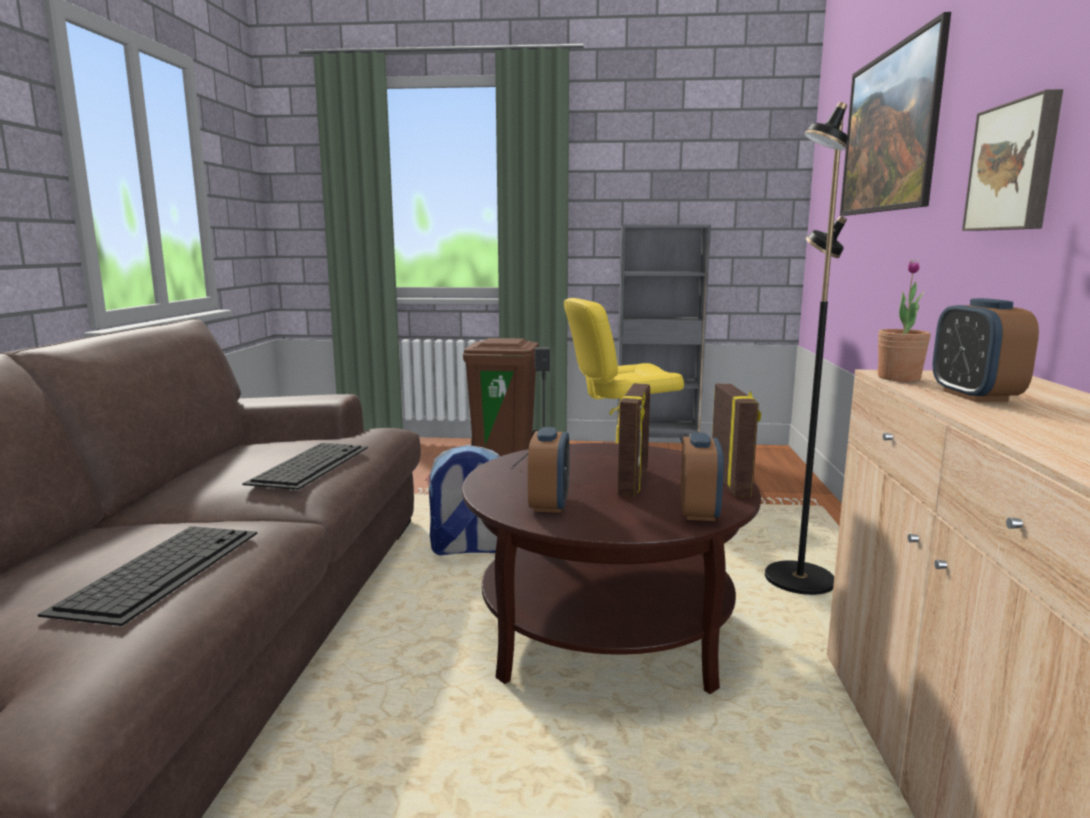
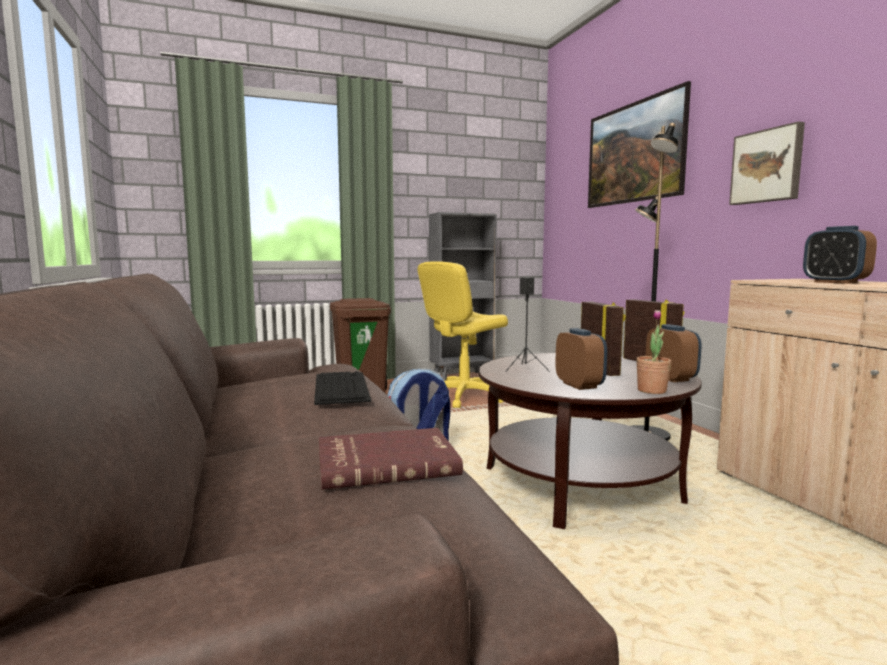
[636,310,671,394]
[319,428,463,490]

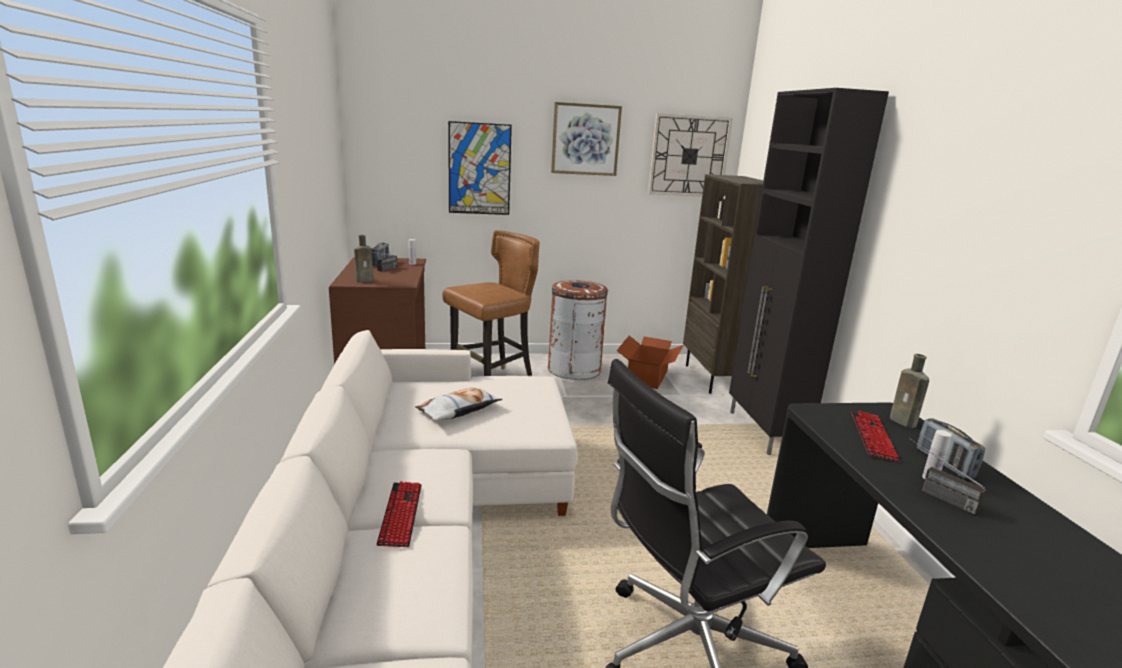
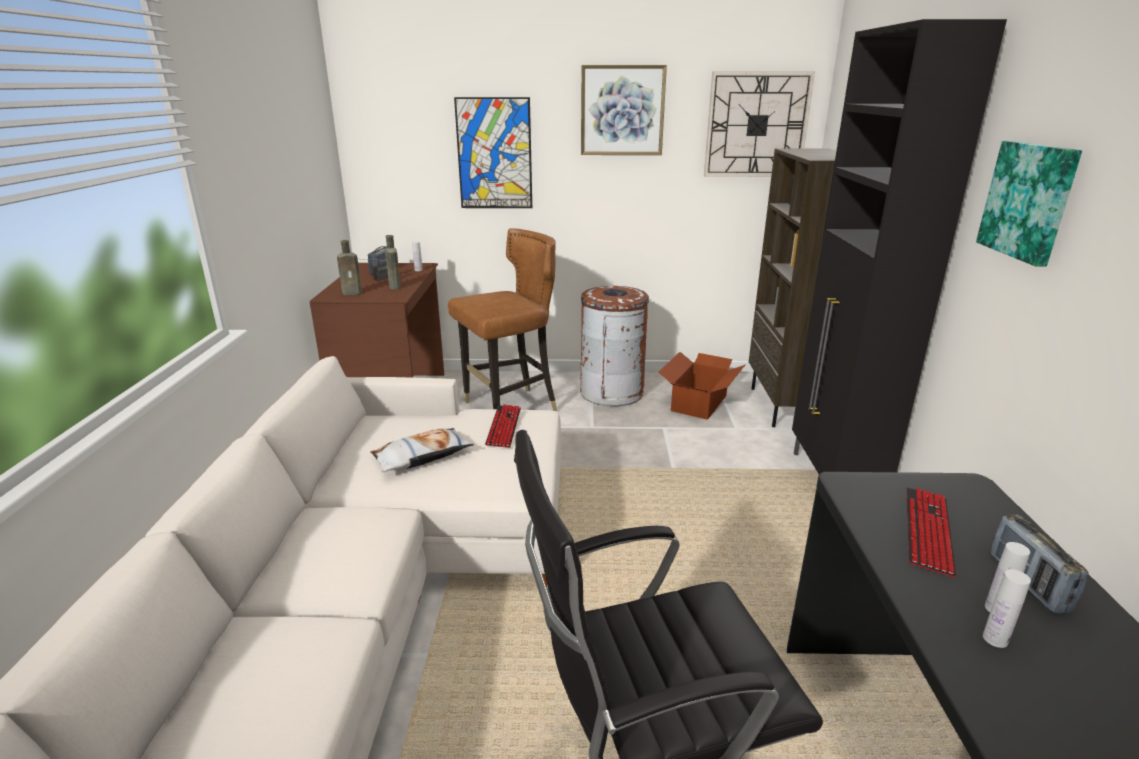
[976,141,1082,267]
[485,404,521,448]
[385,235,400,290]
[983,569,1031,648]

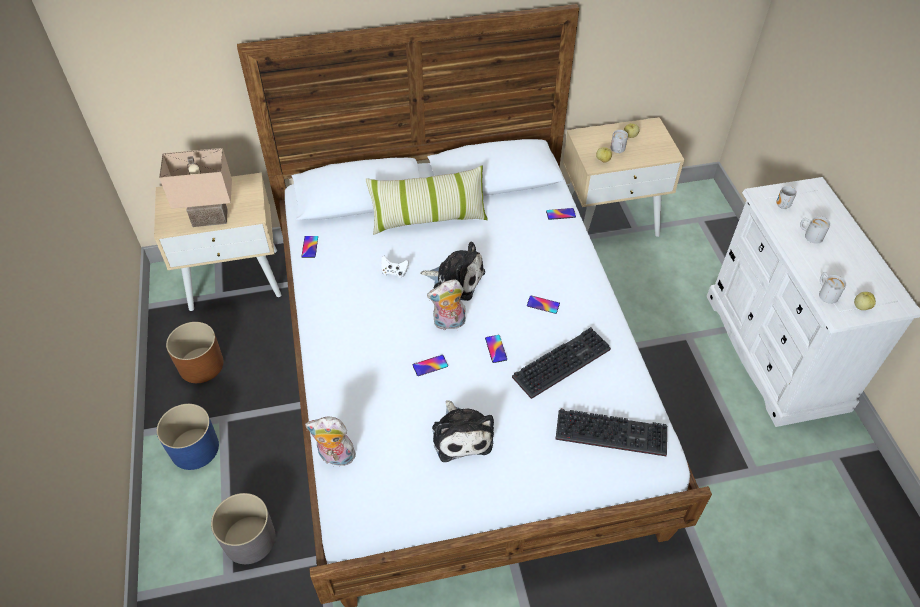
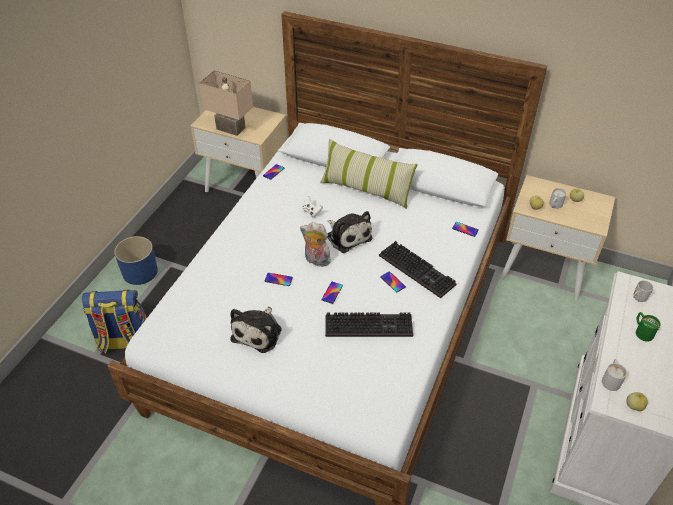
[166,322,224,383] (first image)
[305,417,356,466] (first image)
[379,241,457,298]
[82,290,147,353]
[636,312,660,341]

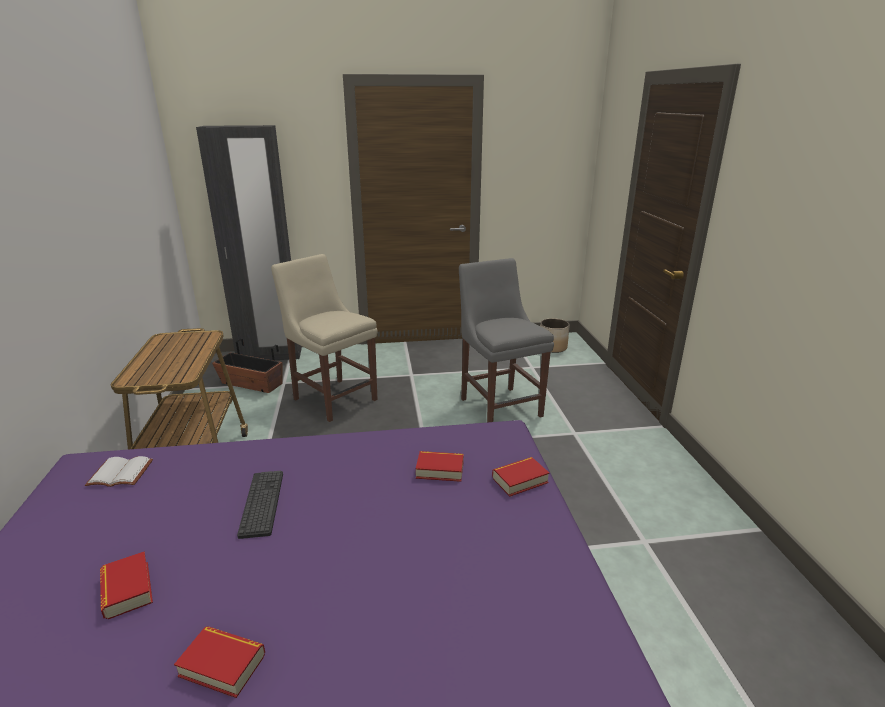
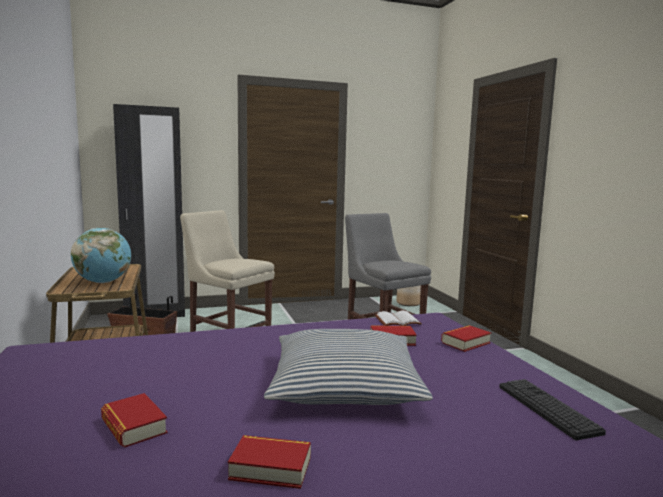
[71,228,131,283]
[264,329,433,405]
[375,311,422,326]
[499,379,606,440]

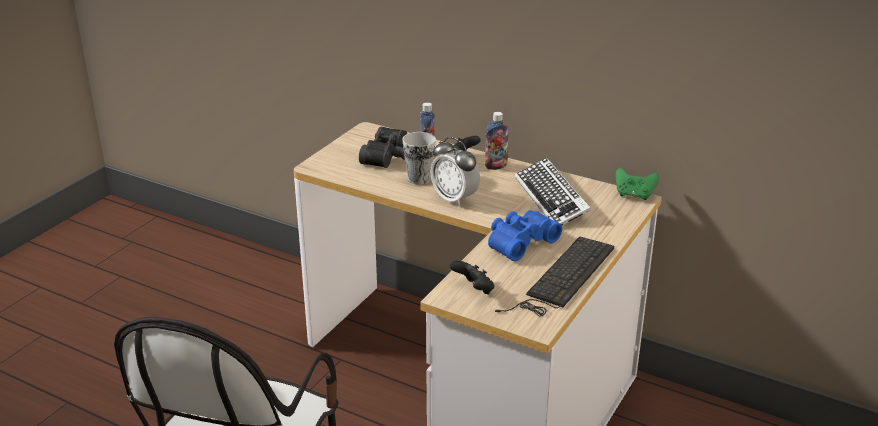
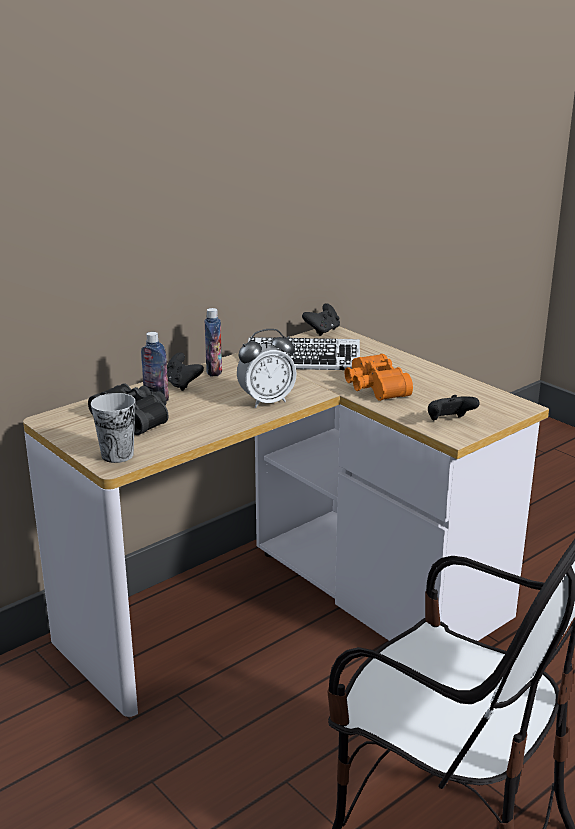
[495,237,614,317] (first image)
[91,393,135,463]
[345,354,413,401]
[302,303,340,336]

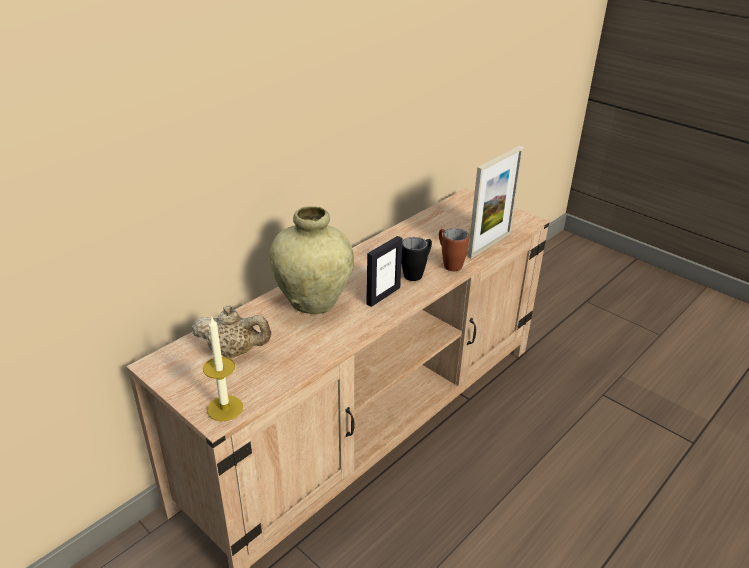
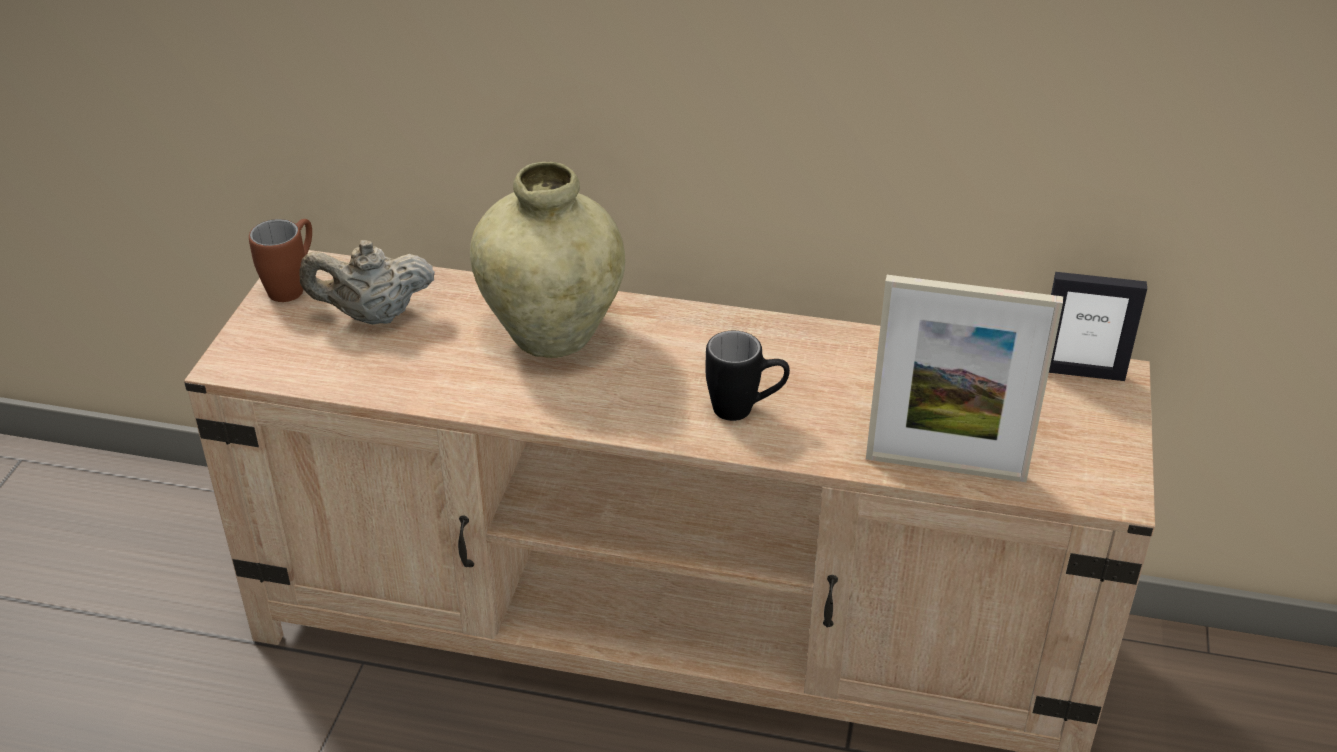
[203,316,243,421] (first image)
[1049,272,1147,381]
[249,219,312,302]
[299,240,435,325]

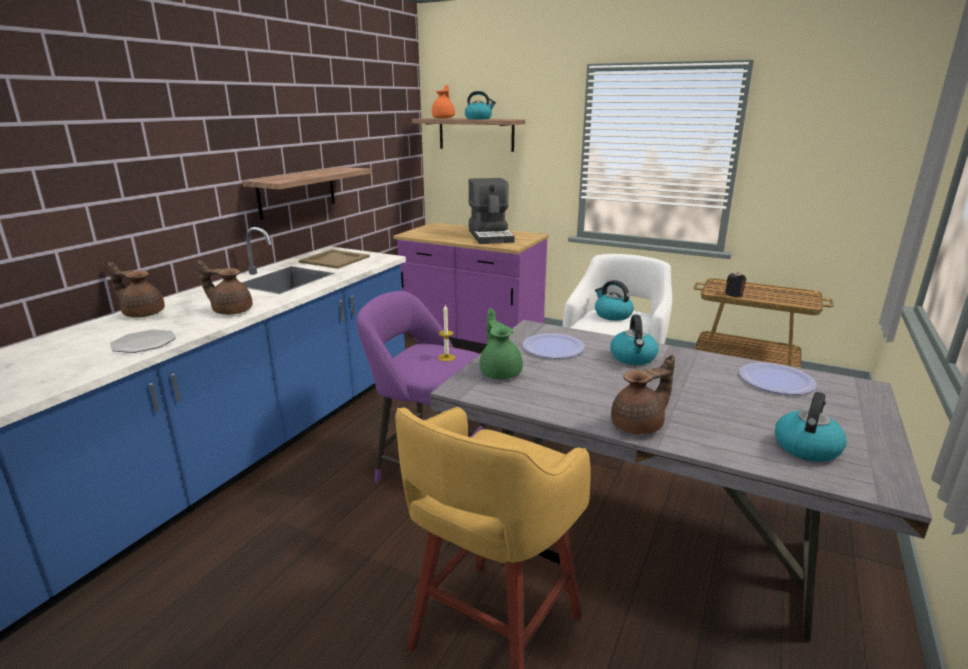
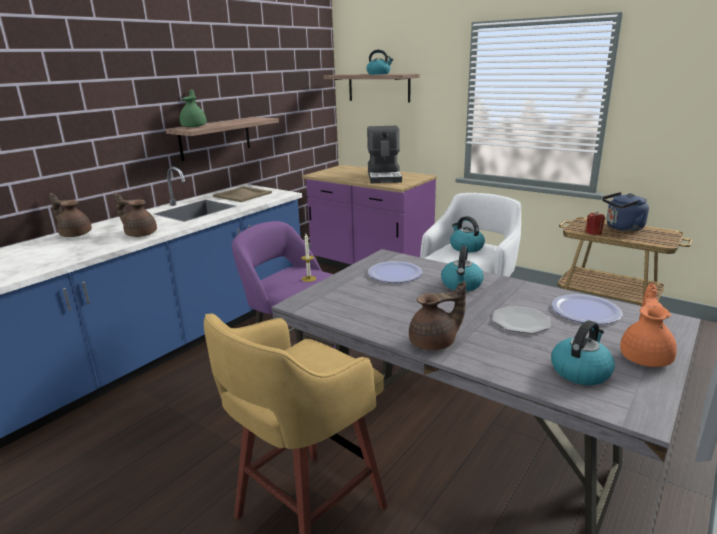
[602,192,649,231]
[492,306,551,334]
[620,283,677,367]
[180,89,207,127]
[585,211,605,235]

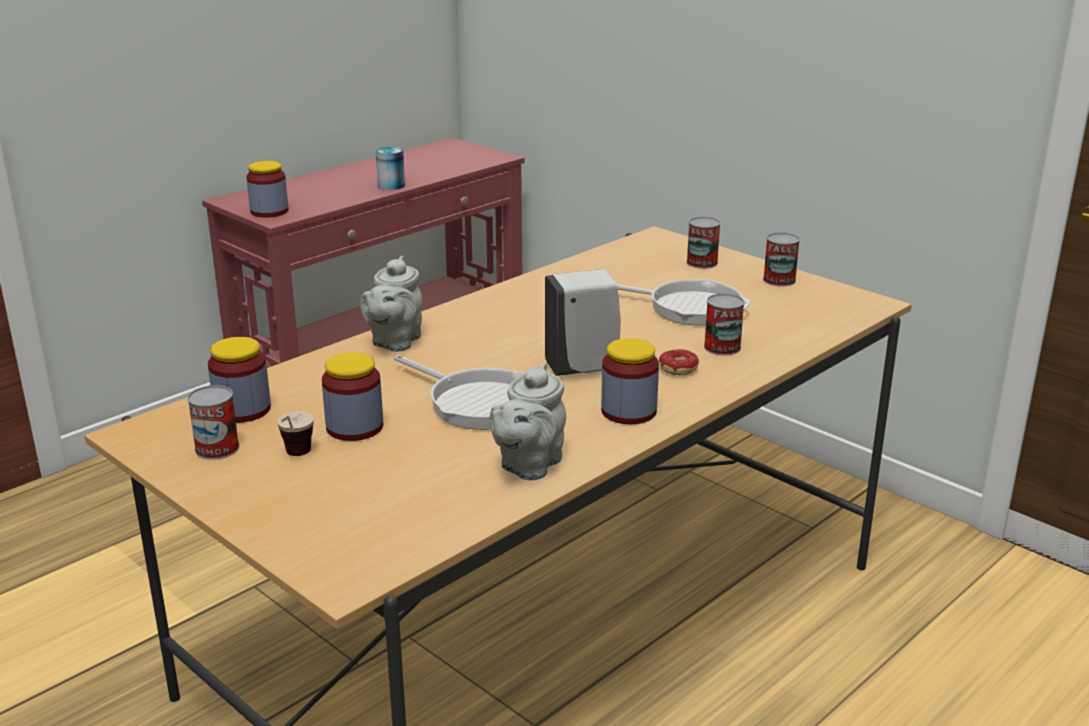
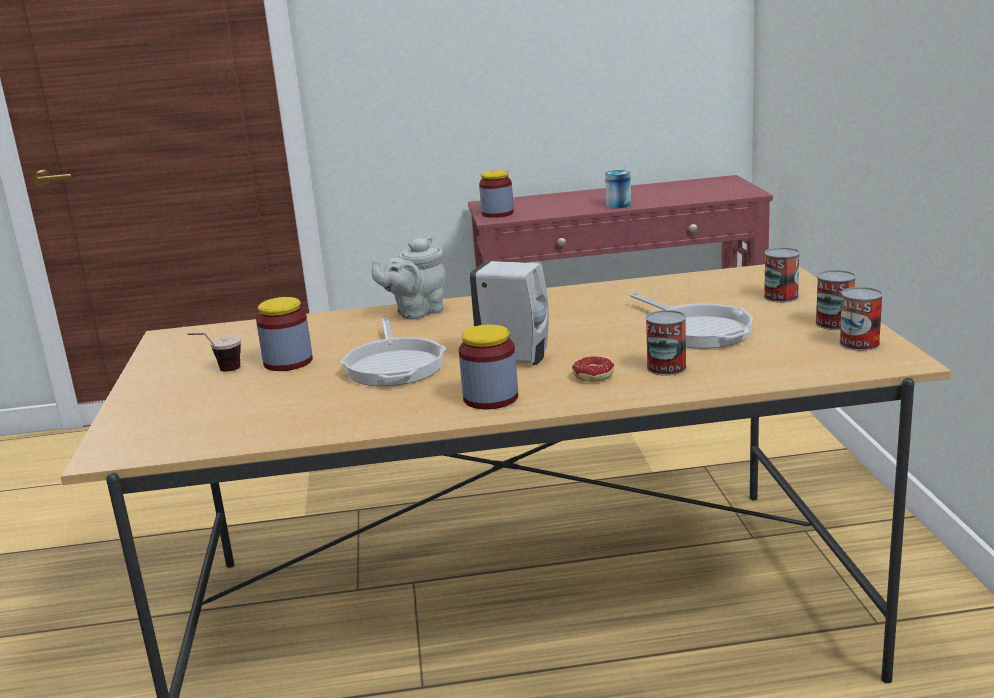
[208,337,271,423] (first image)
[489,363,566,480] (first image)
[839,287,883,351]

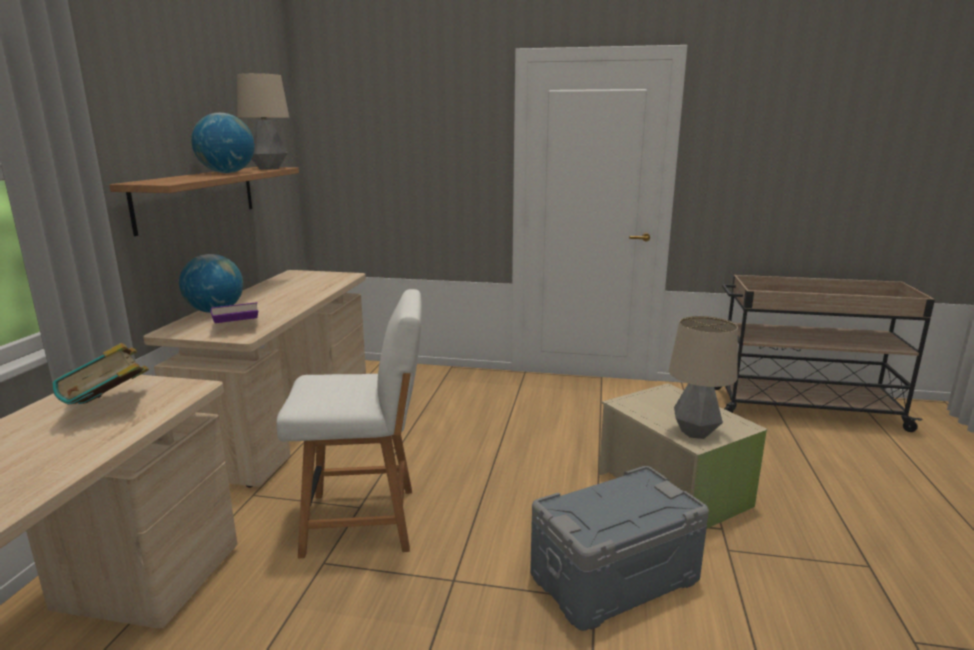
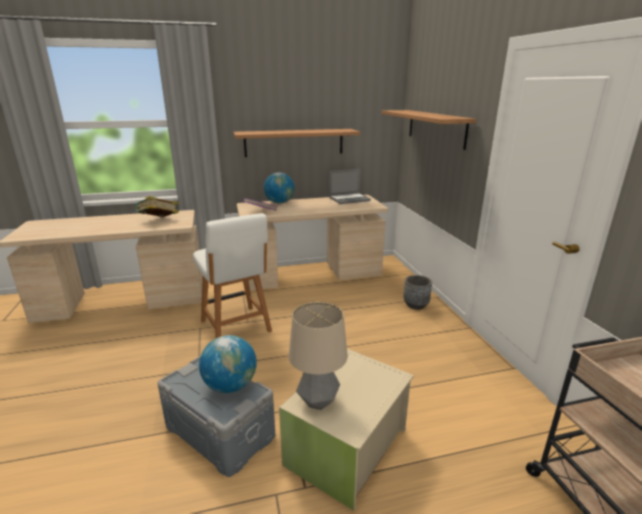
[237,73,289,170] (first image)
[329,169,371,204]
[381,110,476,150]
[403,275,432,310]
[199,335,257,393]

